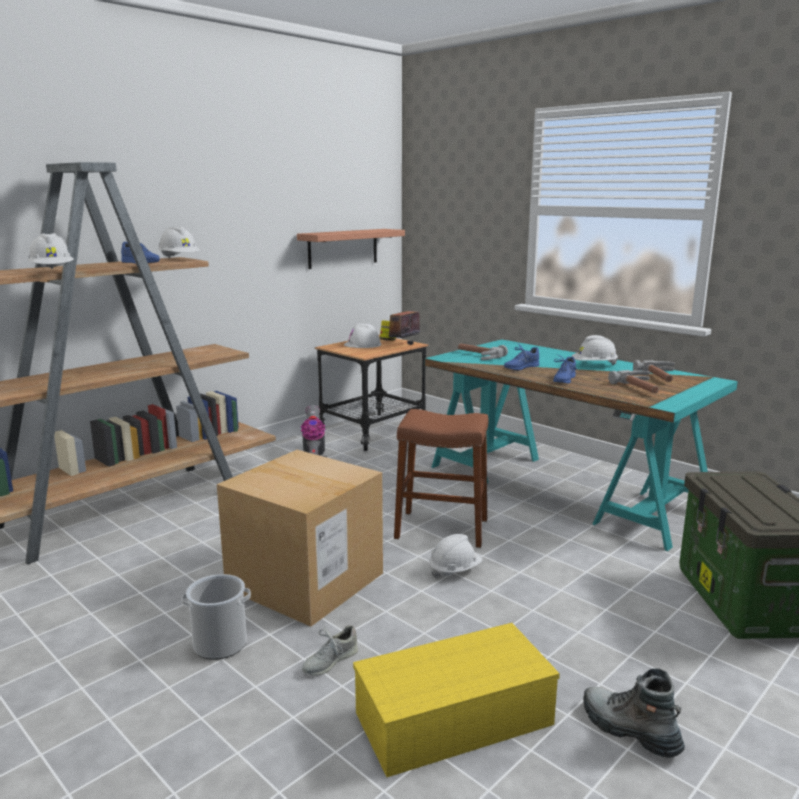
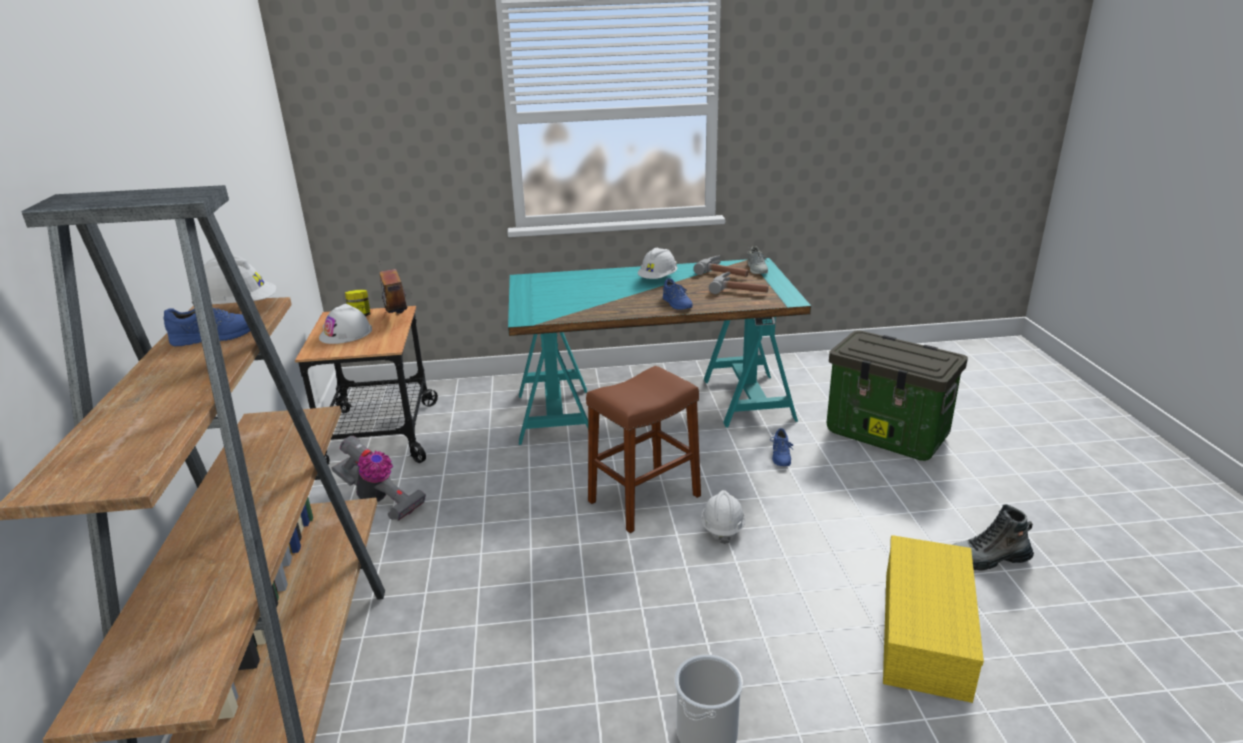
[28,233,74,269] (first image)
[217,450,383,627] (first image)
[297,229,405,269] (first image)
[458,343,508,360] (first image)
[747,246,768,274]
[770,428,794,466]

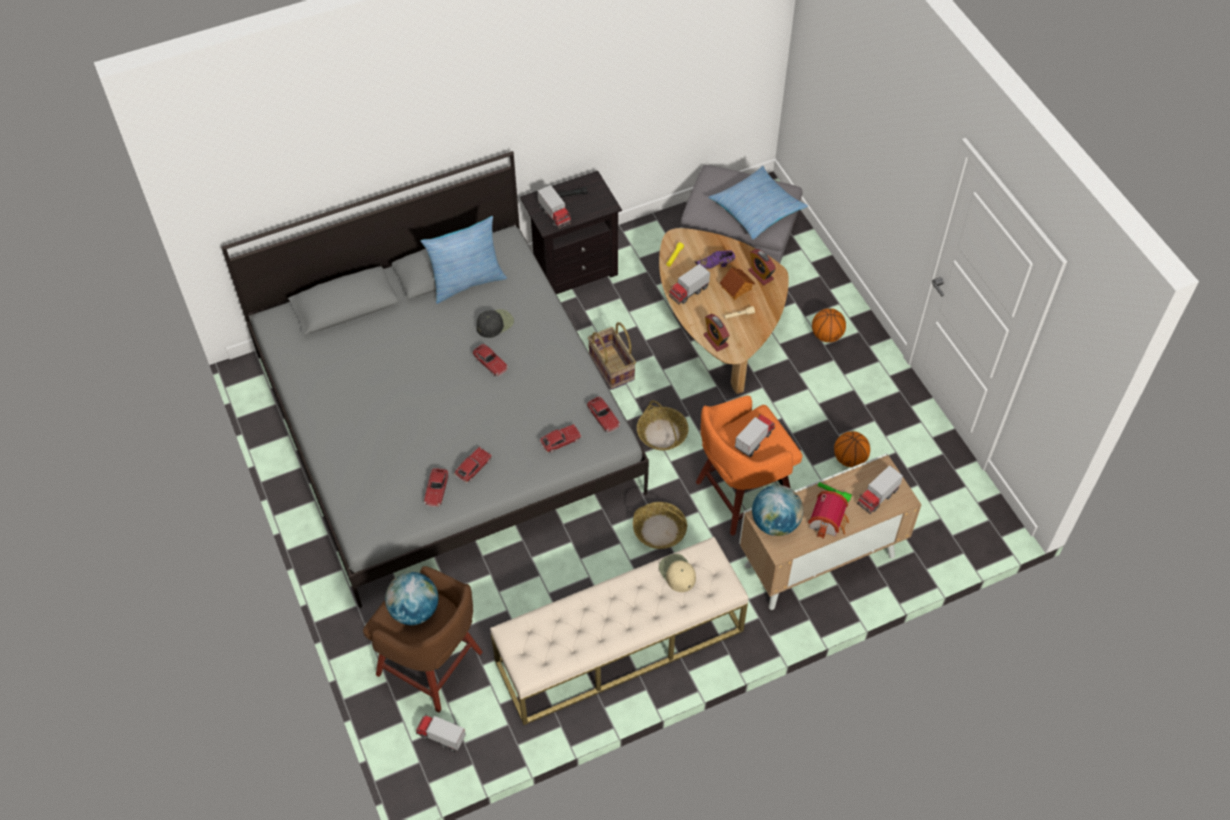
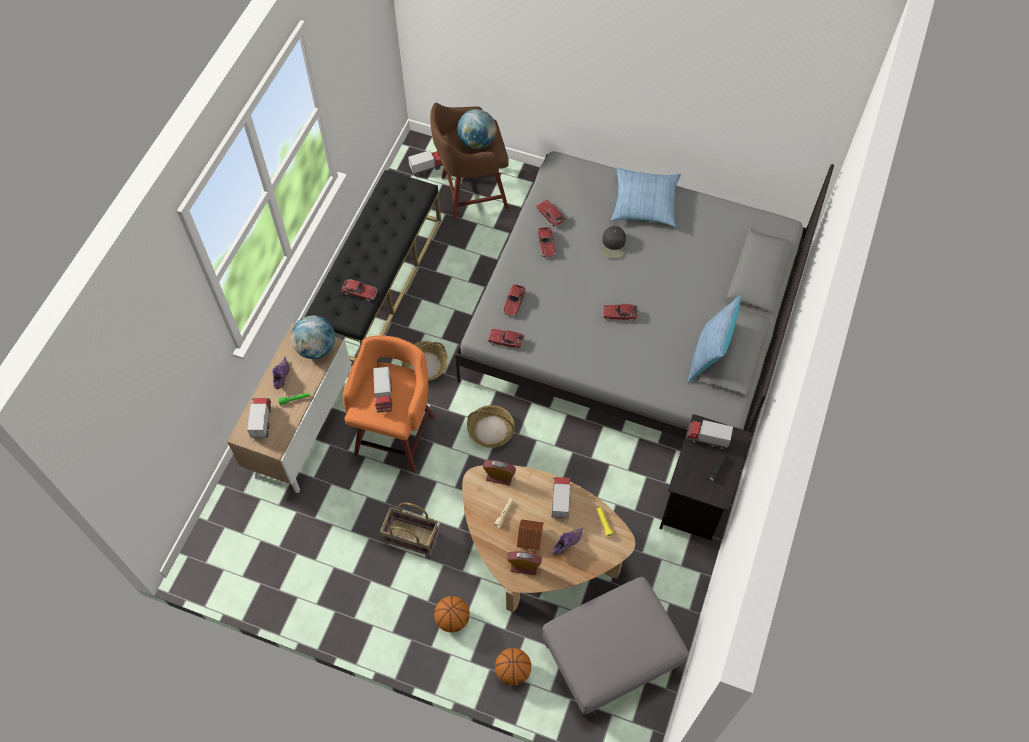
[601,226,626,259]
[380,502,439,556]
[611,167,681,227]
[495,648,531,686]
[341,280,378,301]
[272,357,290,389]
[305,170,441,362]

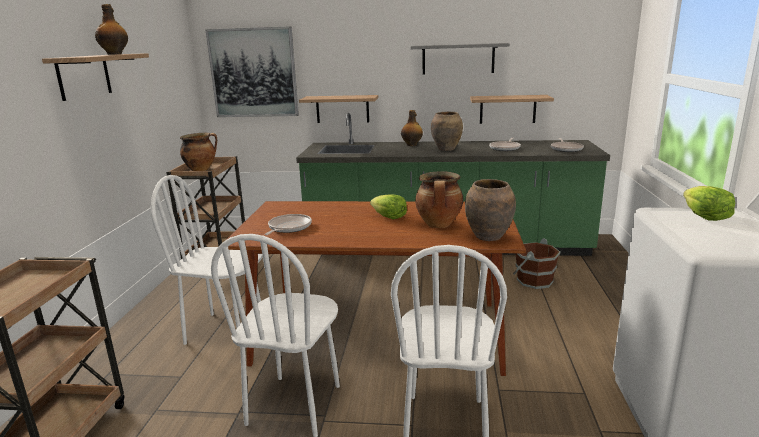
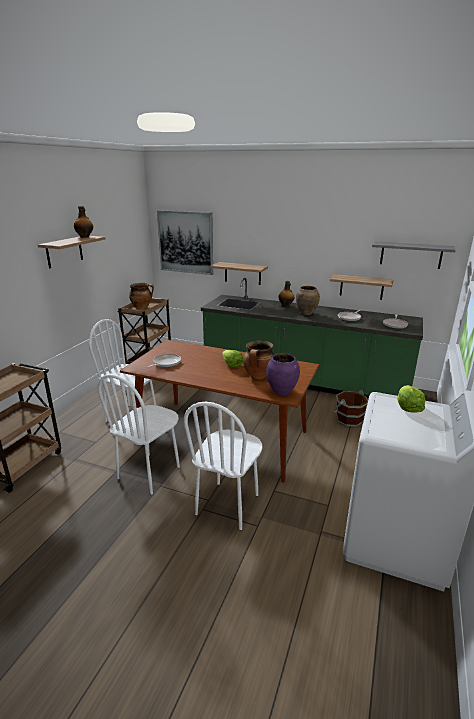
[372,241,456,269]
[266,353,300,395]

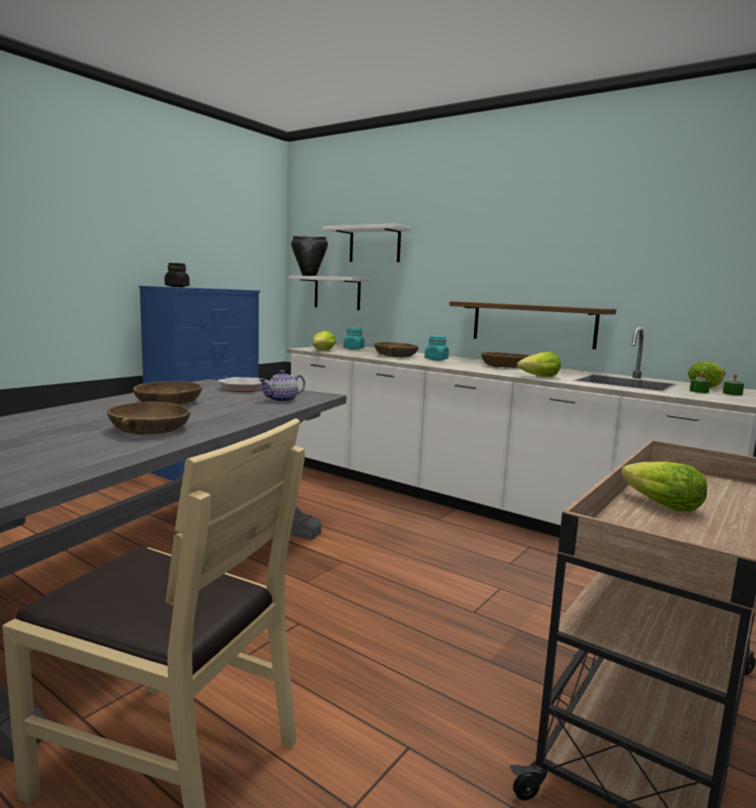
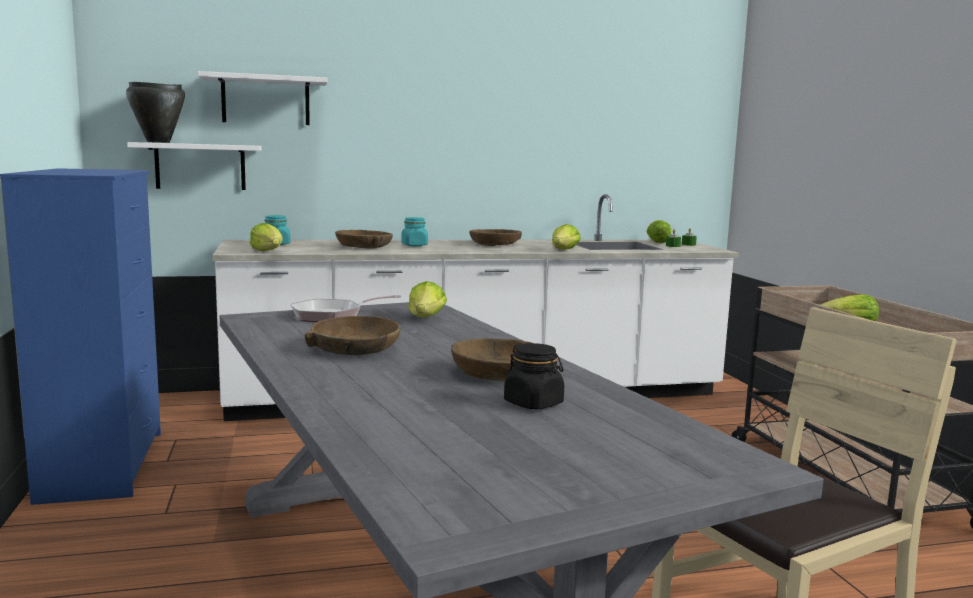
[449,301,616,349] (first image)
[504,343,564,409]
[408,281,447,317]

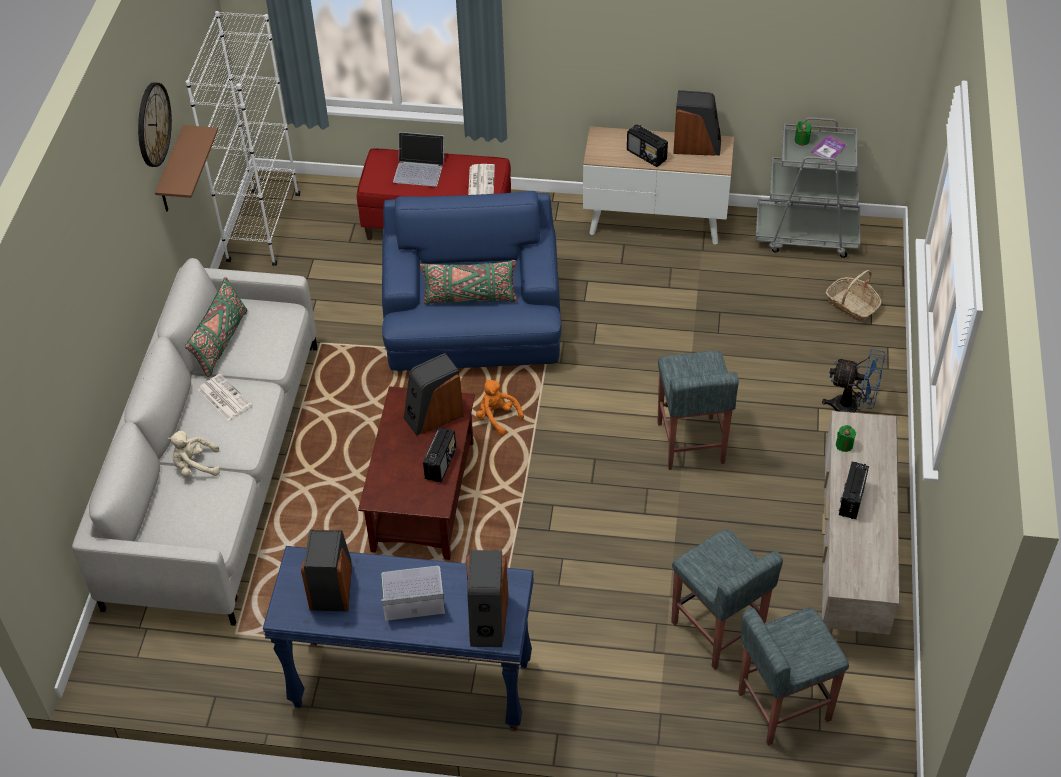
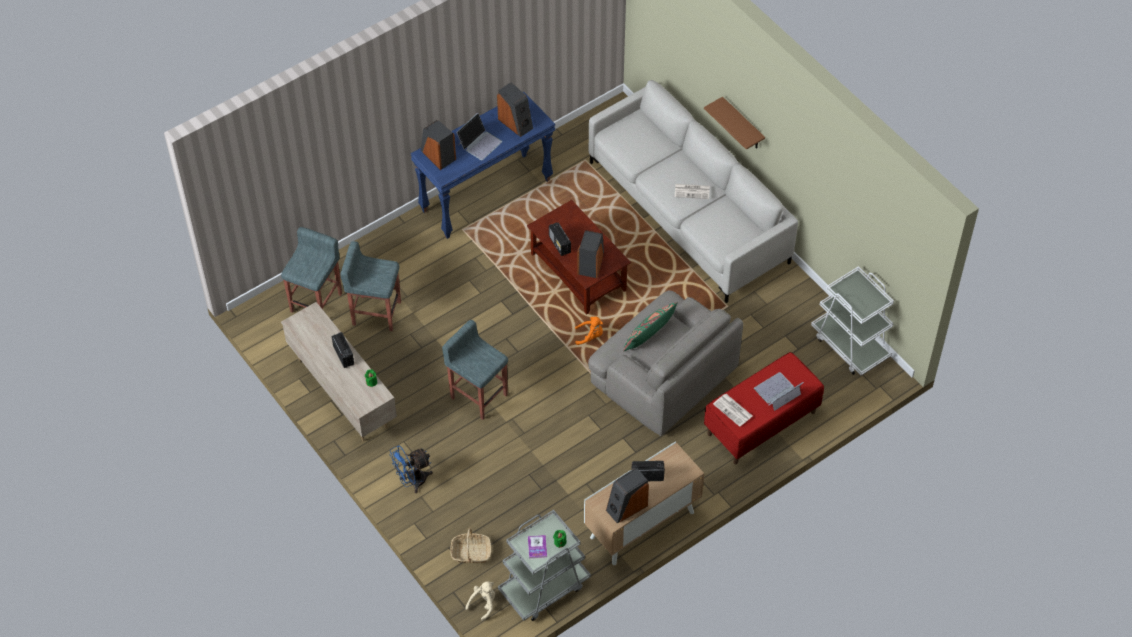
[138,82,172,167] (first image)
[185,277,247,377] (first image)
[704,97,765,150]
[466,581,495,621]
[811,266,894,375]
[588,290,743,436]

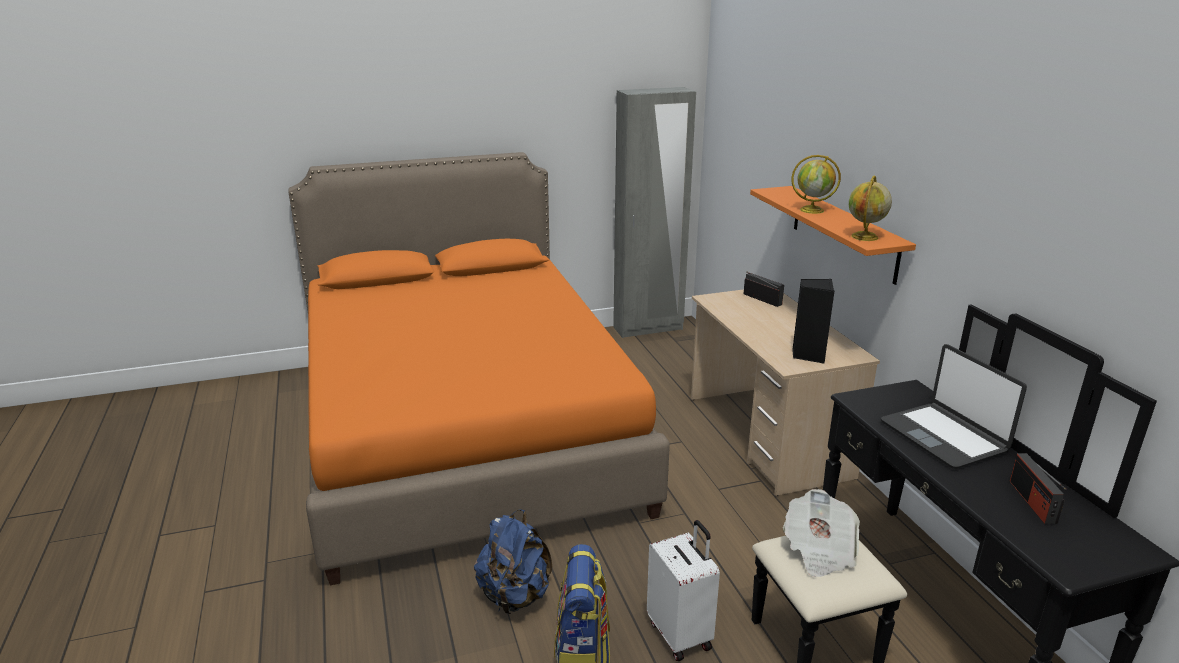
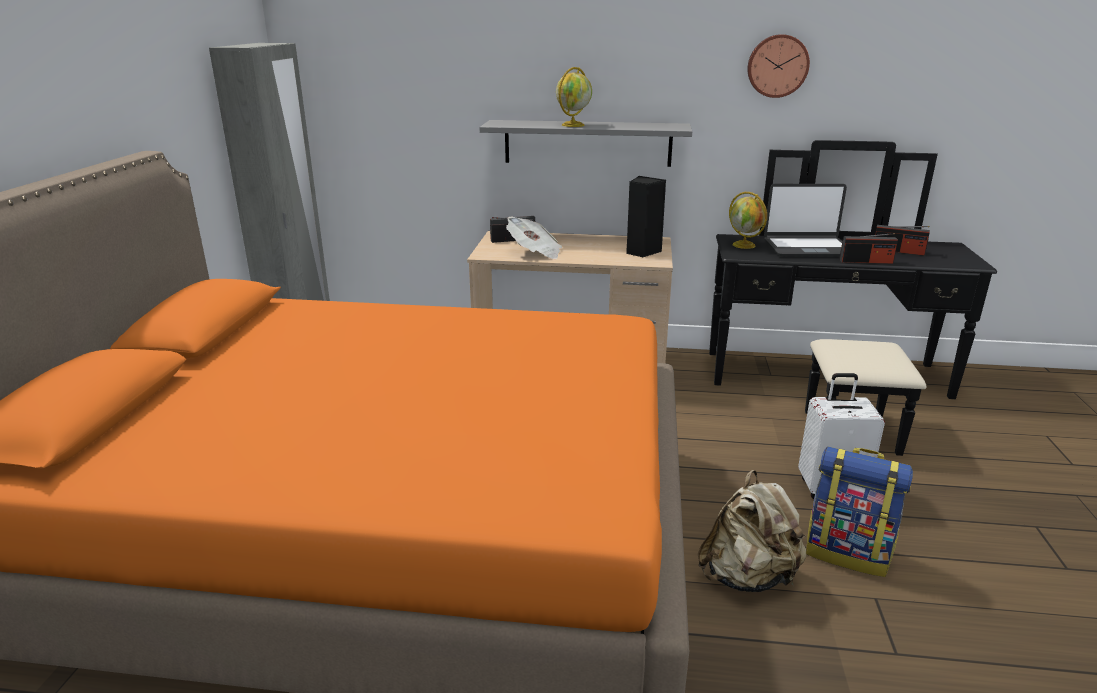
[747,34,810,98]
[839,233,898,264]
[506,217,562,259]
[729,192,767,249]
[697,470,806,592]
[479,120,692,167]

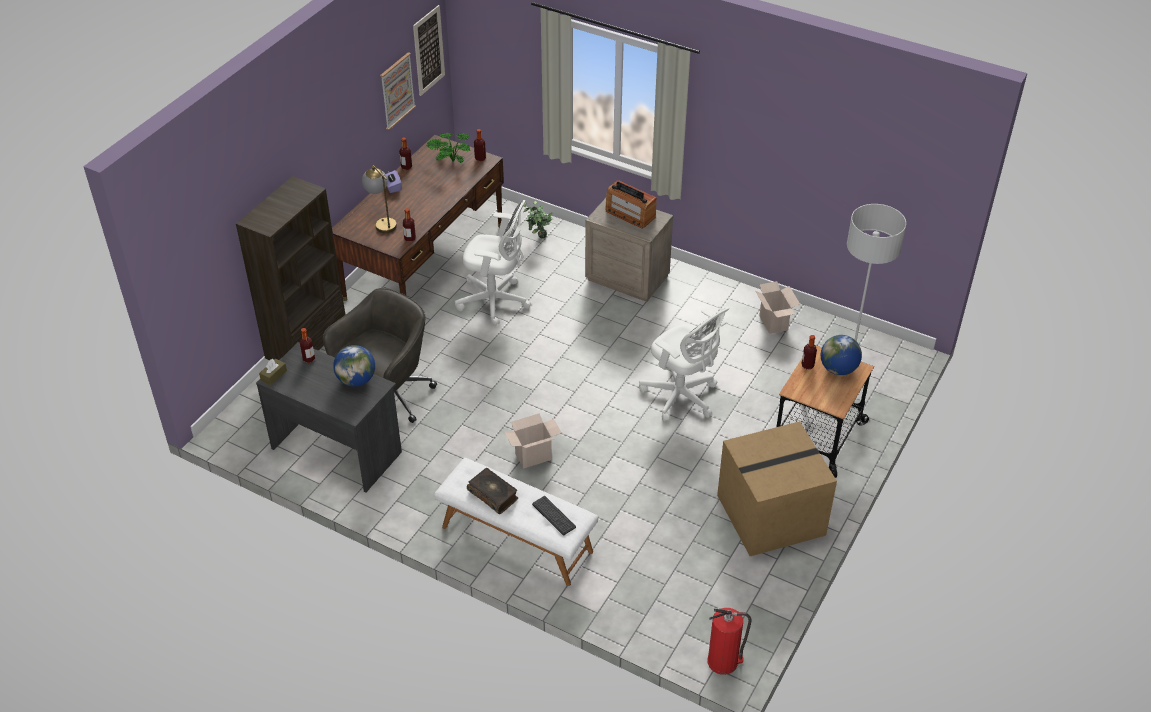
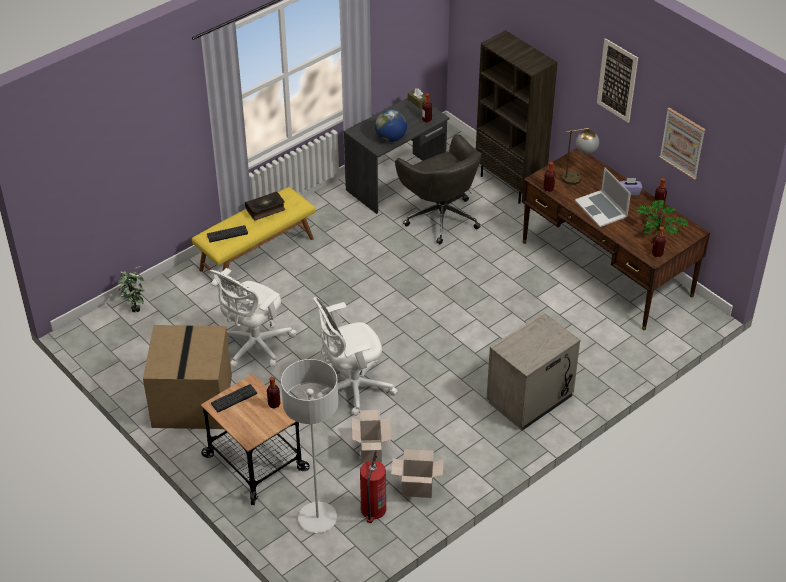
[605,180,657,229] (first image)
[821,335,862,375] (first image)
[211,384,257,412]
[575,167,631,227]
[597,38,638,123]
[209,268,296,368]
[352,410,391,463]
[118,266,145,313]
[360,450,387,523]
[192,187,316,272]

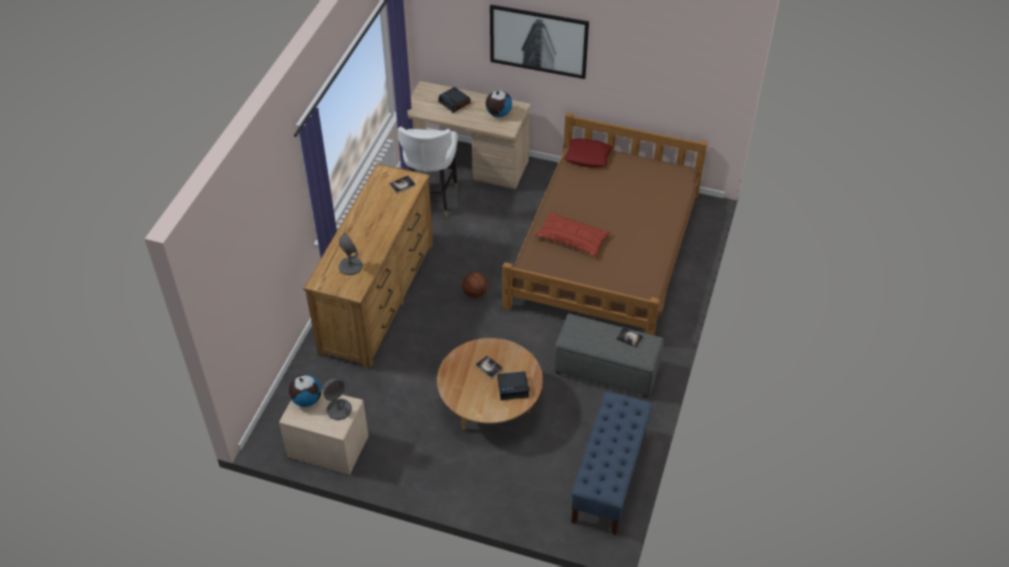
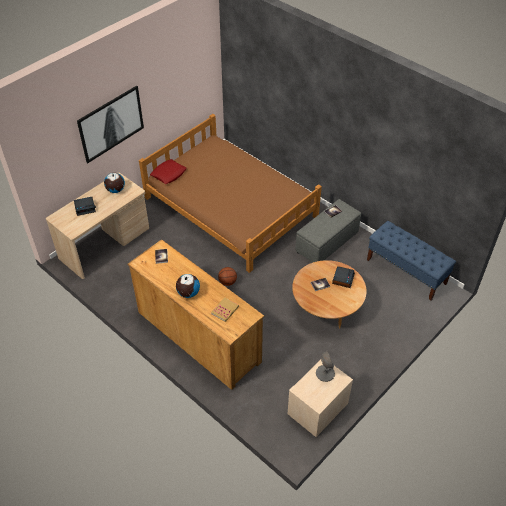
[398,127,458,217] (first image)
[535,212,611,257] (first image)
[176,274,200,298]
[211,297,239,322]

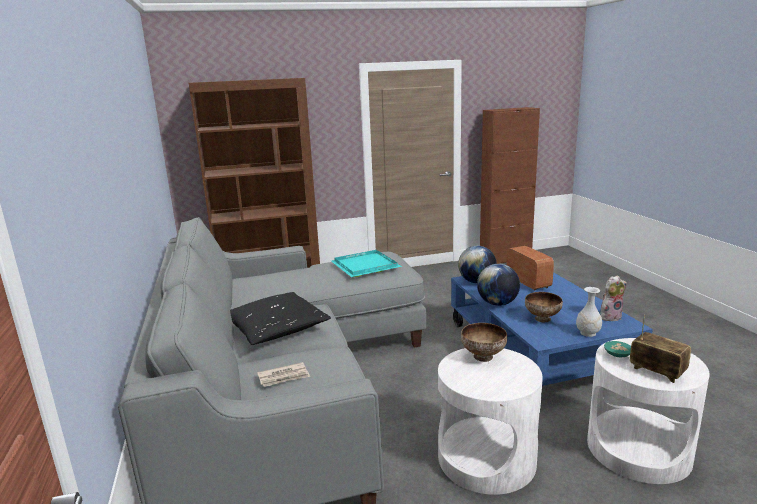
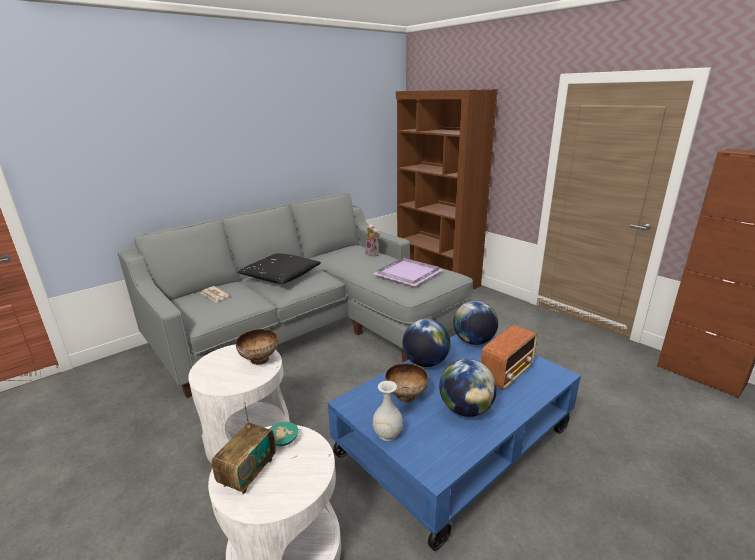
[439,359,497,417]
[365,224,380,257]
[373,258,442,286]

